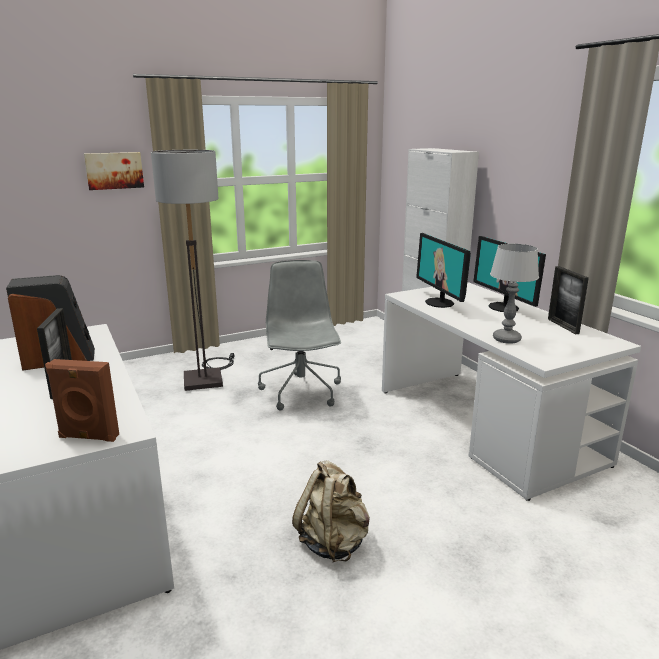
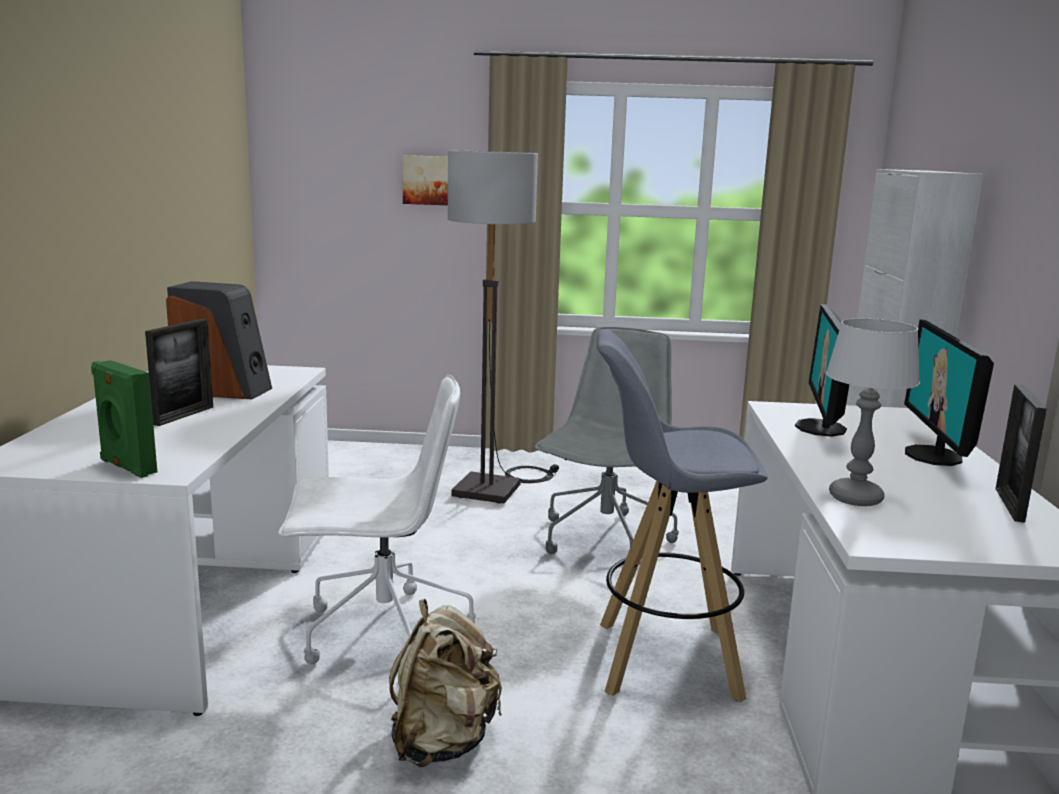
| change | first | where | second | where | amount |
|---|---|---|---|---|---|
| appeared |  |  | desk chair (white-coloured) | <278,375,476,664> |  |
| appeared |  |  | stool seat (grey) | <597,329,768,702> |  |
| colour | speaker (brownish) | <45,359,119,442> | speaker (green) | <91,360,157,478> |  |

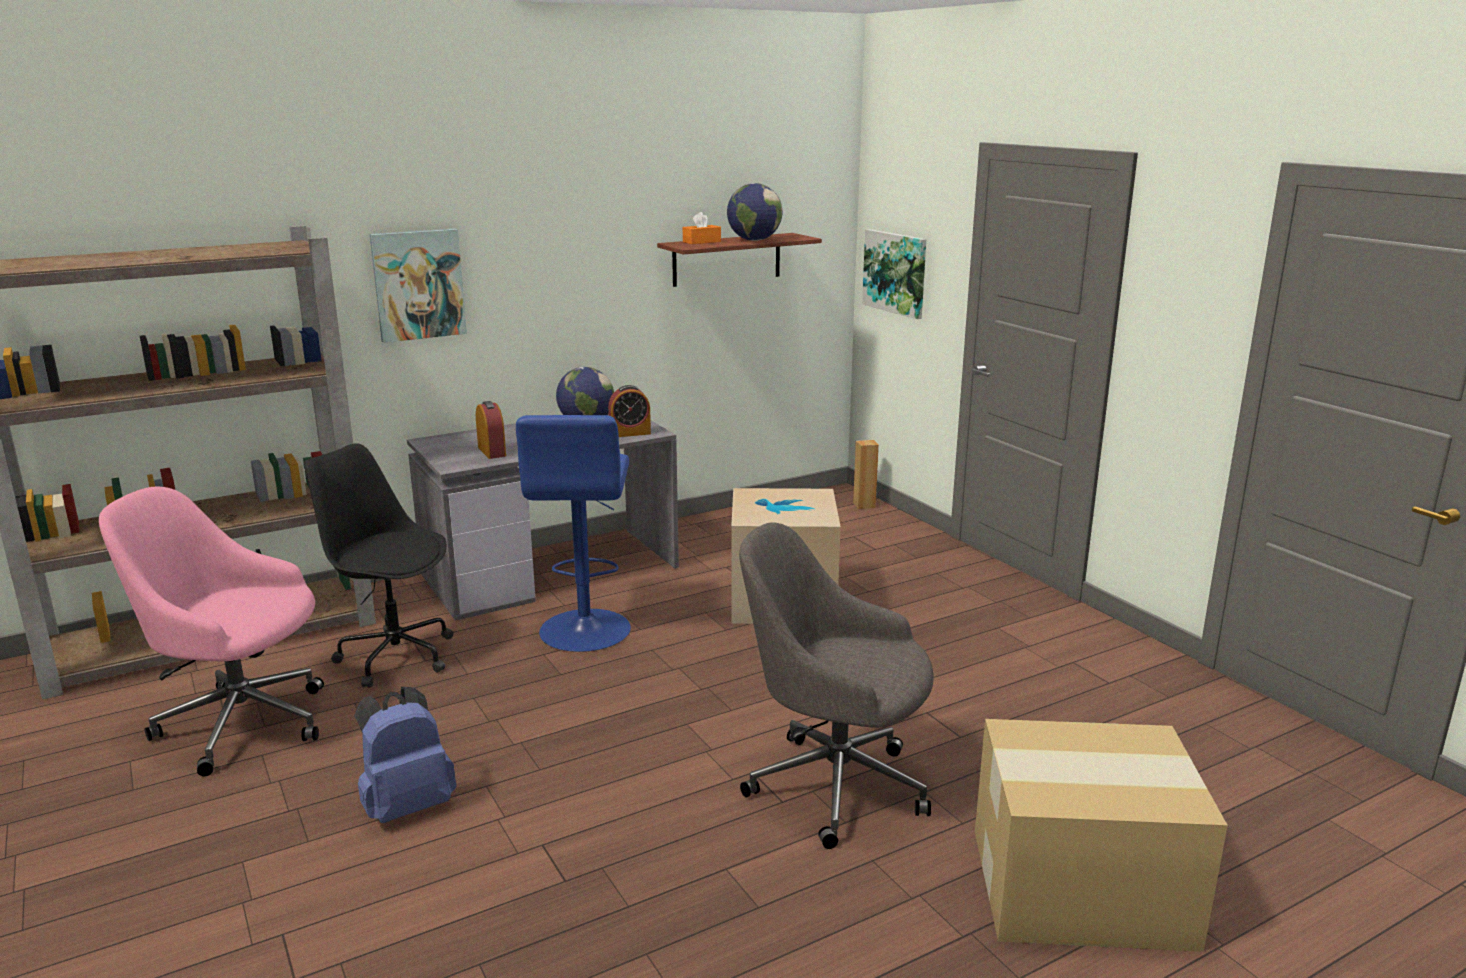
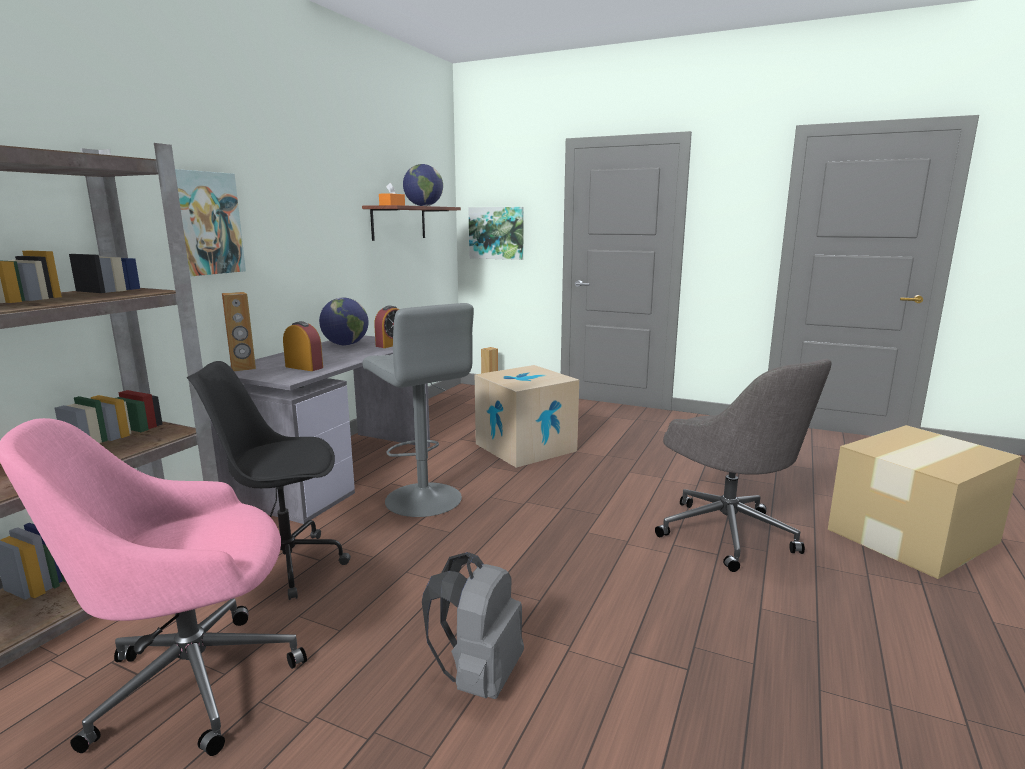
| change | first | where | second | where | amount |
|---|---|---|---|---|---|
| appeared |  |  | speaker (brownish) | <222,292,256,372> |  |
| colour | rucksack (bluish) | <354,687,456,823> | rucksack (grey) | <422,552,524,699> |  |
| colour | stool seat (bluish) | <516,415,631,652> | stool seat (grey) | <363,303,474,517> |  |
| spun | desk chair (grey) | <739,522,934,849> |  | <655,359,831,572> | 105 degrees counterclockwise |

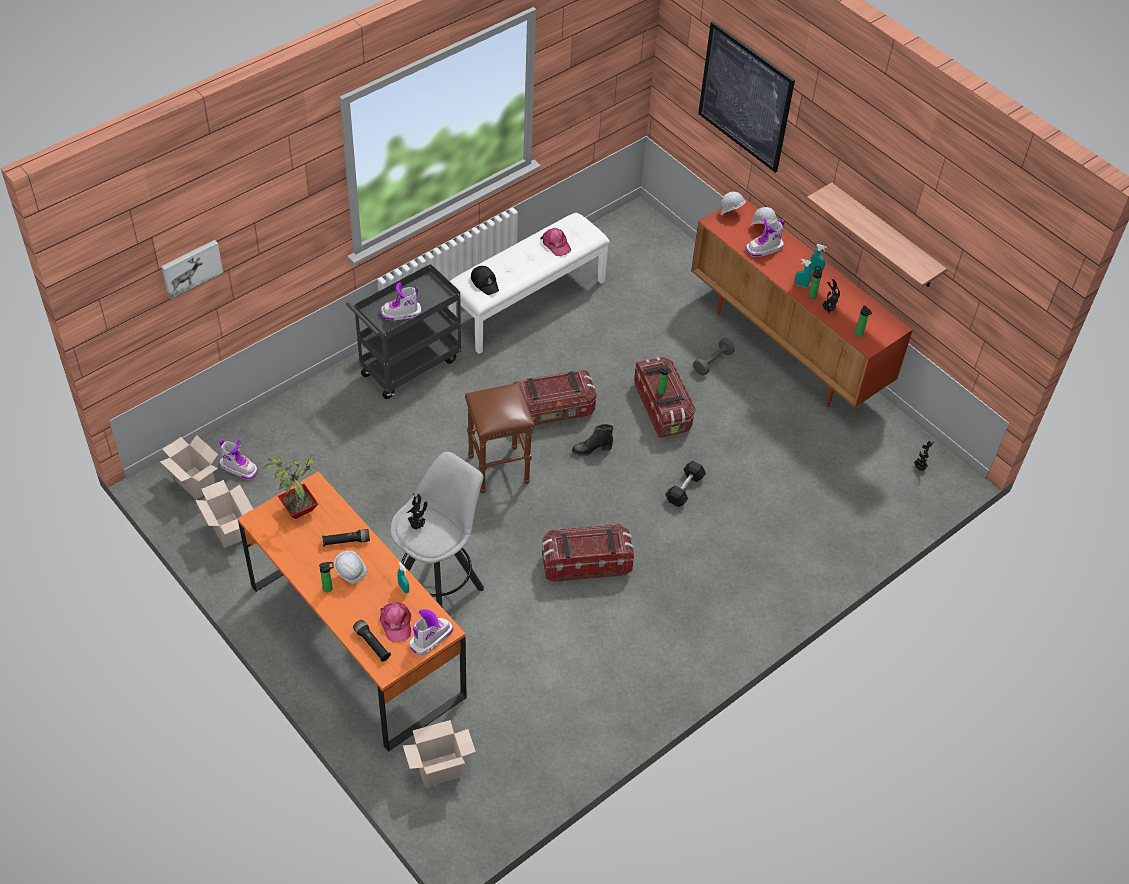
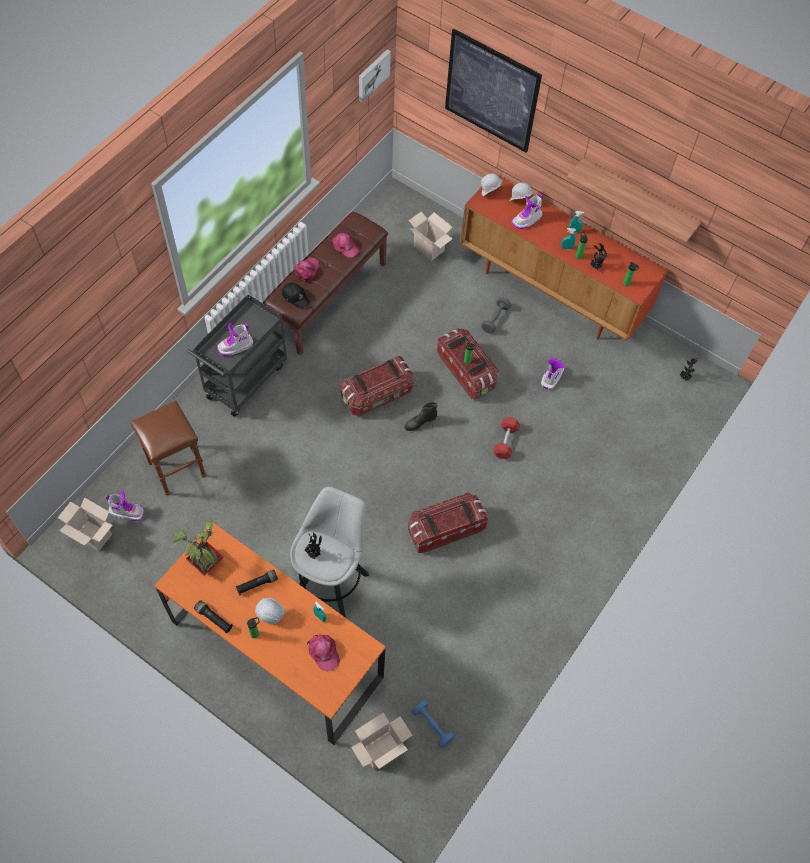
| change | first | where | second | where | amount |
|---|---|---|---|---|---|
| appeared |  |  | peaked cap (pink-coloured) | <295,257,319,282> |  |
| appeared |  |  | dumbbell (bluish) | <412,700,455,748> |  |
| relocated | wall art | <161,240,223,299> |  | <359,49,391,102> |  |
| relocated | packing box | <195,480,253,548> |  | <409,211,453,261> |  |
| relocated | flashlight (blackish) | <353,620,391,662> |  | <194,600,233,633> |  |
| relocated | tall boot | <410,609,454,655> |  | <541,358,565,390> |  |
| relocated | stool seat (brownish) | <465,383,535,493> |  | <131,401,206,496> |  |
| colour | indoor bench (white-coloured) | <448,213,610,354> | indoor bench (brownish) | <263,212,388,355> |  |
| colour | dumbbell (blackish) | <665,461,706,507> | dumbbell (red) | <493,417,520,459> |  |

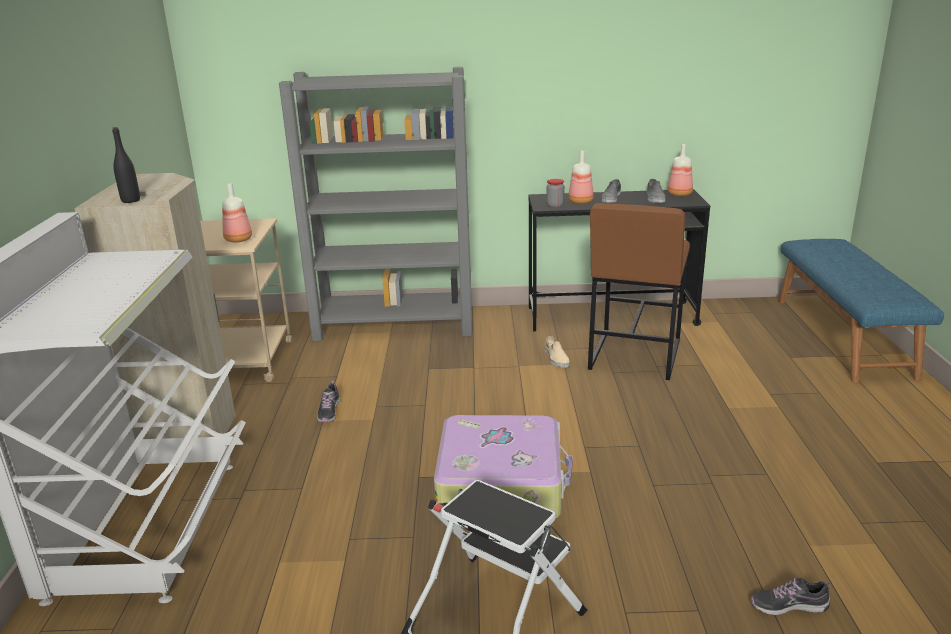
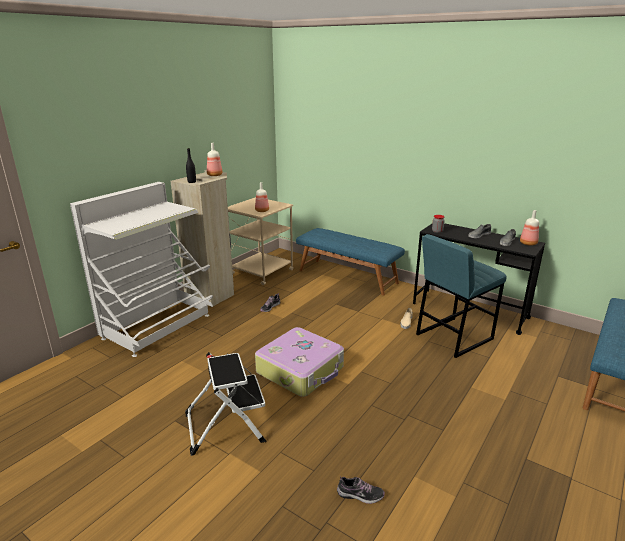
| change | first | where | second | where | amount |
|---|---|---|---|---|---|
| relocated | drink bottle | <568,151,594,204> |  | <207,143,223,176> |  |
| exchanged | shelving unit (grey) | <279,67,472,341> | indoor bench (bluish) | <296,228,405,296> |  |
| colour | stool seat (brownish) | <588,203,690,380> | stool seat (bluish) | <416,234,506,358> |  |
| spun | shoe | <751,578,830,615> |  | <337,476,385,504> | 150 degrees clockwise |

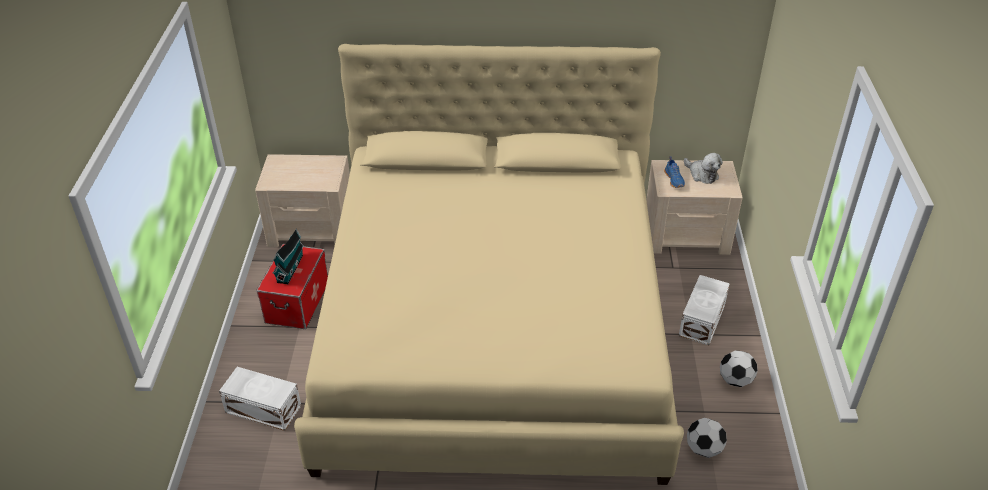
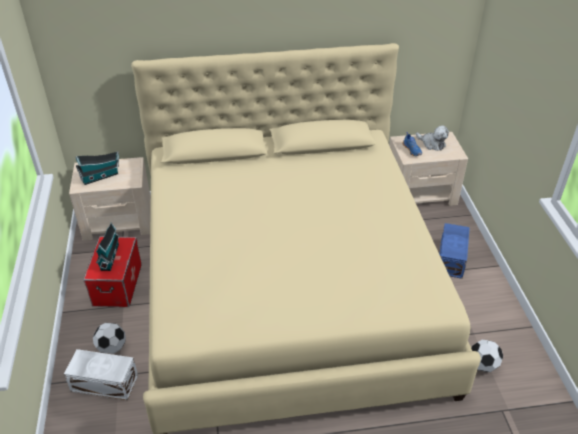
| change | first | where | second | where | amount |
|---|---|---|---|---|---|
| appeared |  |  | toy house | <75,152,119,185> |  |
| relocated | football ball | <720,350,758,387> |  | <93,323,126,354> |  |
| colour | storage container (white-coloured) | <679,275,730,345> | storage container (bluish) | <439,223,470,279> |  |

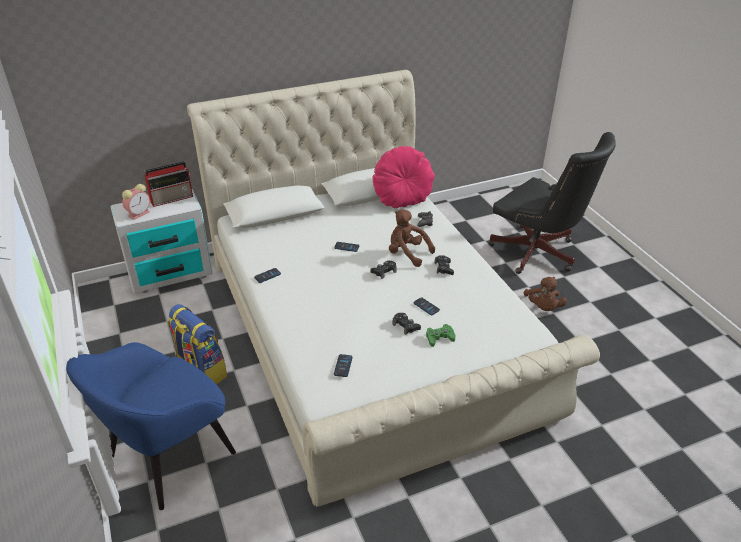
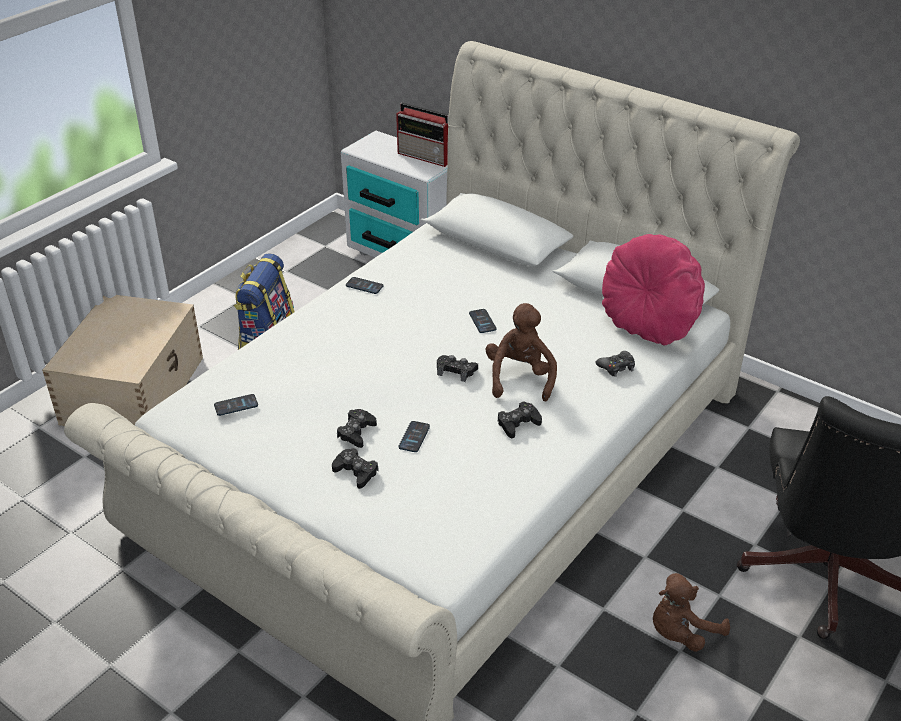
| change | first | where | second | where | amount |
|---|---|---|---|---|---|
| missing | table clock | <122,184,150,220> |  |  |  |
| exchanged | lounge chair (bluish) | <66,342,236,510> | storage container (beige) | <42,295,203,426> |  |
| colour | joypad (green) | <426,324,455,347> | joypad (blackish) | <332,448,379,489> |  |

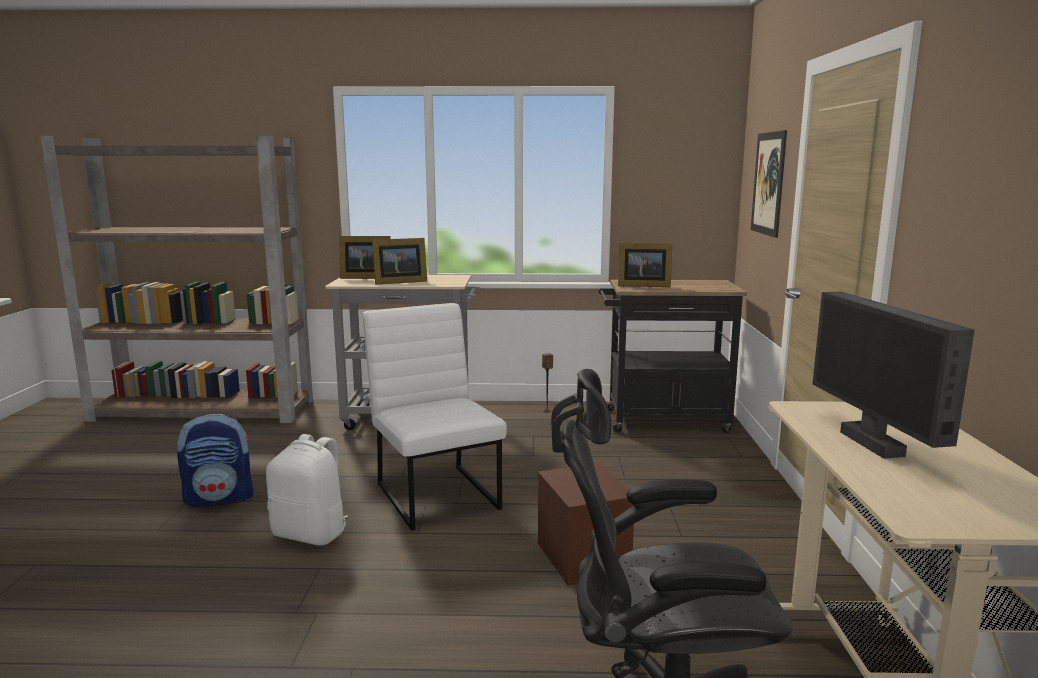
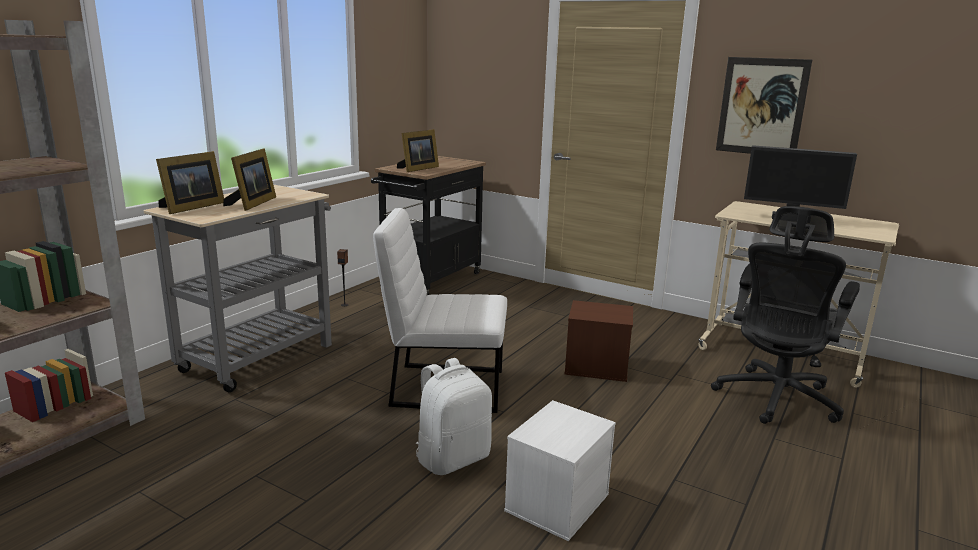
| change | first | where | second | where | amount |
|---|---|---|---|---|---|
| missing | rucksack | <177,414,253,507> |  |  |  |
| appeared |  |  | storage container (white-coloured) | <504,400,616,541> |  |
| relocated | wall art | <751,130,787,238> |  | <716,57,812,154> |  |

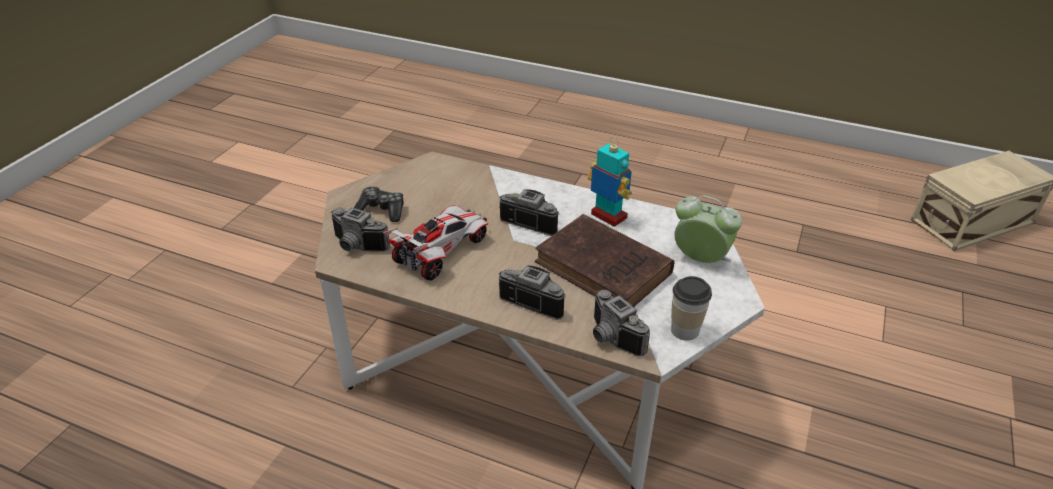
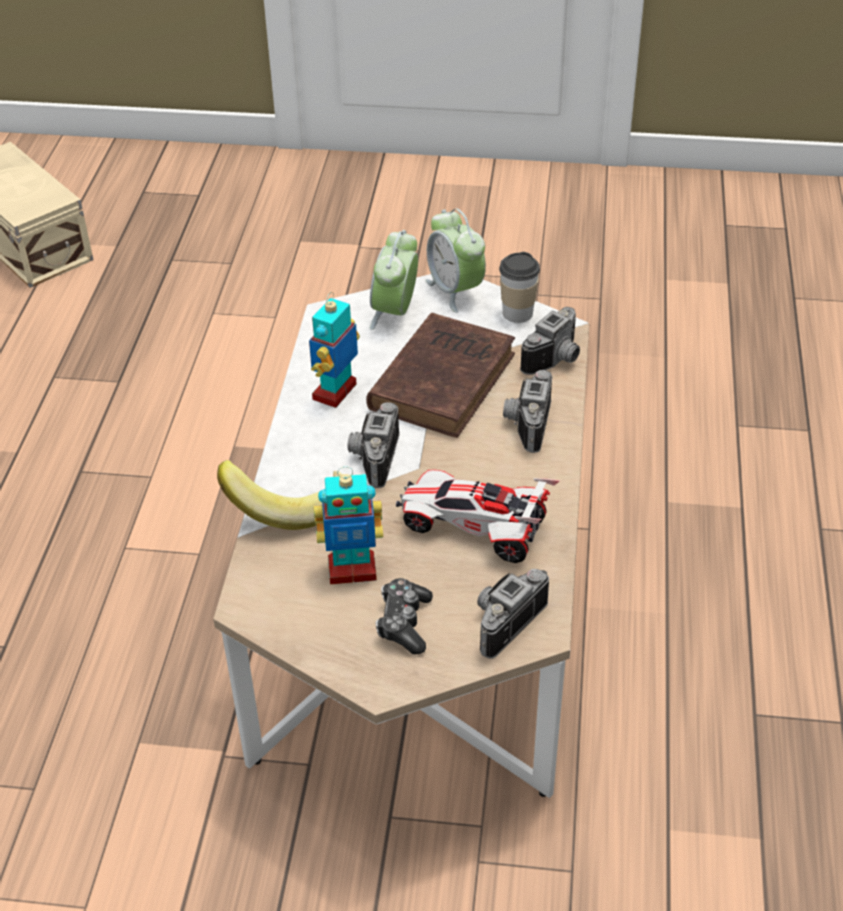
| change | first | where | second | where | amount |
|---|---|---|---|---|---|
| appeared |  |  | banana | <217,460,343,530> |  |
| appeared |  |  | robot figure | <314,467,383,584> |  |
| appeared |  |  | table clock | <426,208,486,313> |  |
| spun | photo camera | <331,207,391,252> |  | <477,569,549,659> | 150 degrees counterclockwise |

